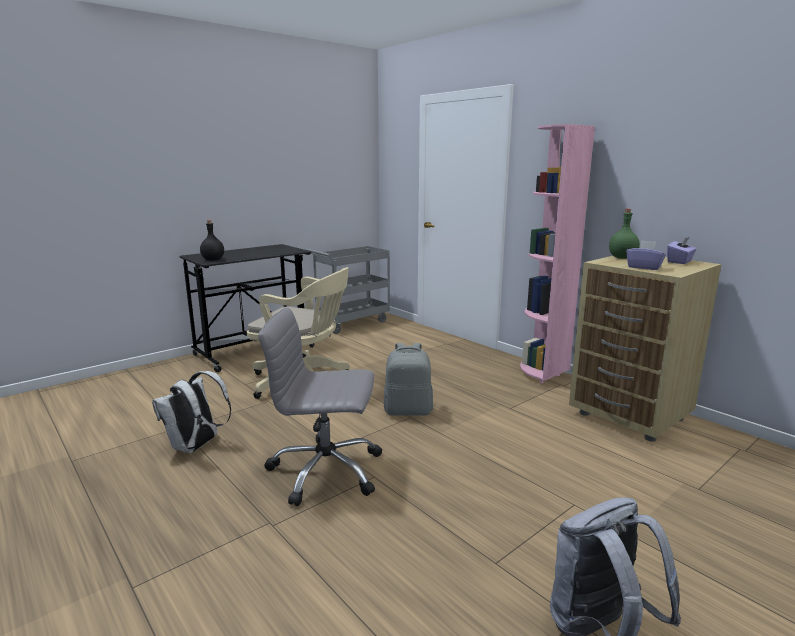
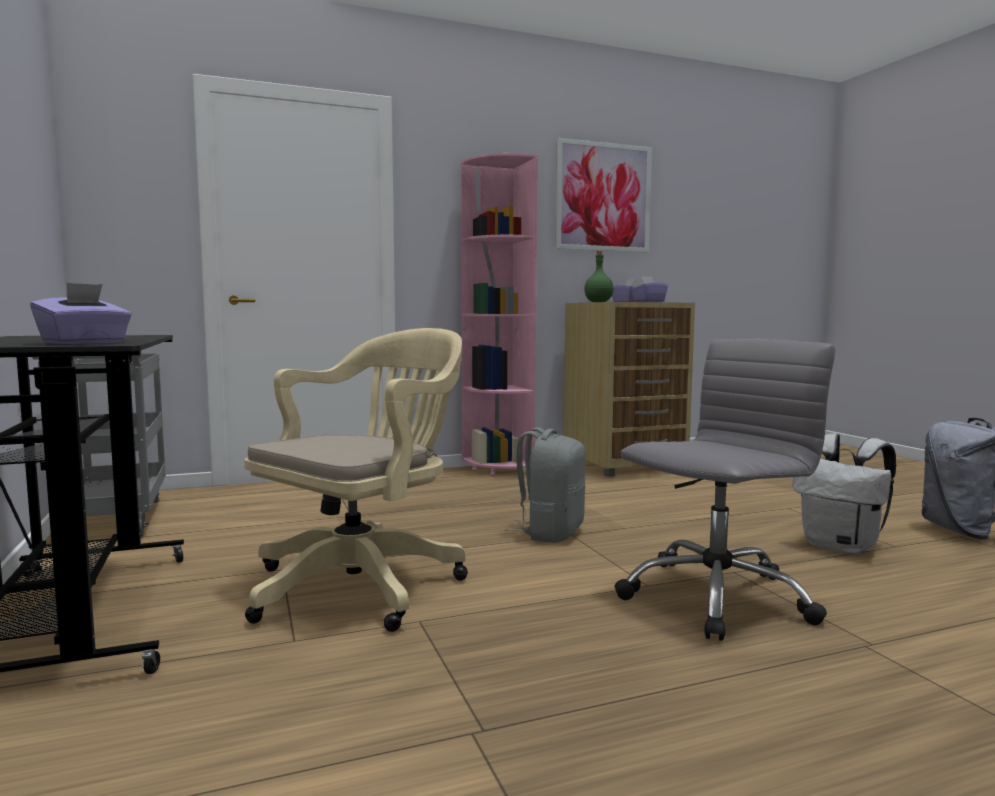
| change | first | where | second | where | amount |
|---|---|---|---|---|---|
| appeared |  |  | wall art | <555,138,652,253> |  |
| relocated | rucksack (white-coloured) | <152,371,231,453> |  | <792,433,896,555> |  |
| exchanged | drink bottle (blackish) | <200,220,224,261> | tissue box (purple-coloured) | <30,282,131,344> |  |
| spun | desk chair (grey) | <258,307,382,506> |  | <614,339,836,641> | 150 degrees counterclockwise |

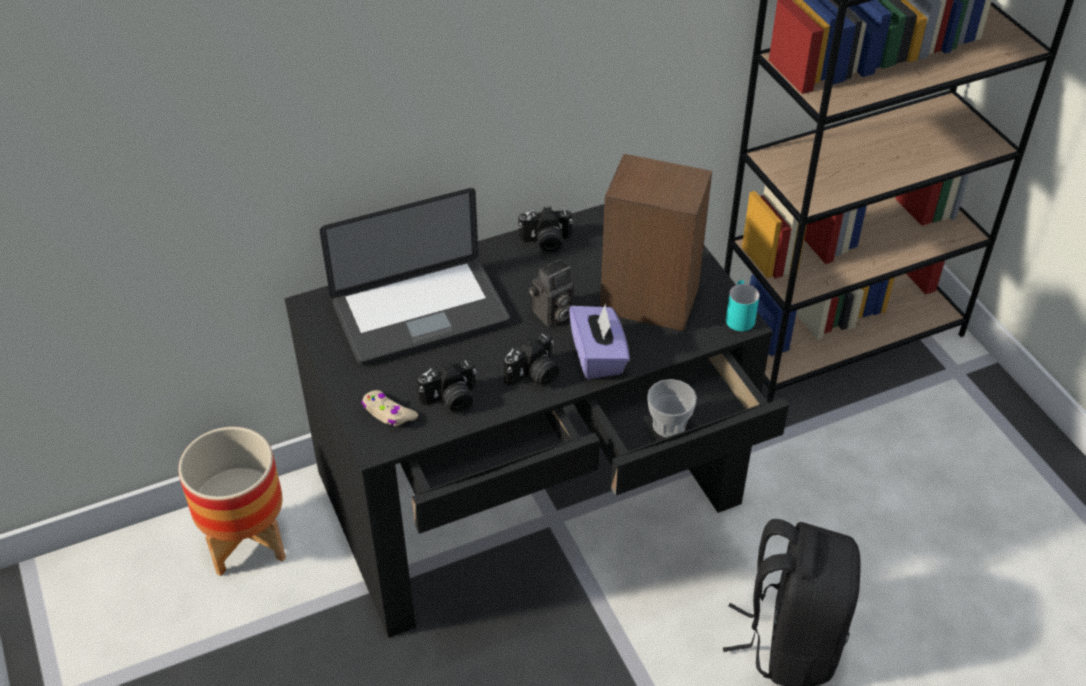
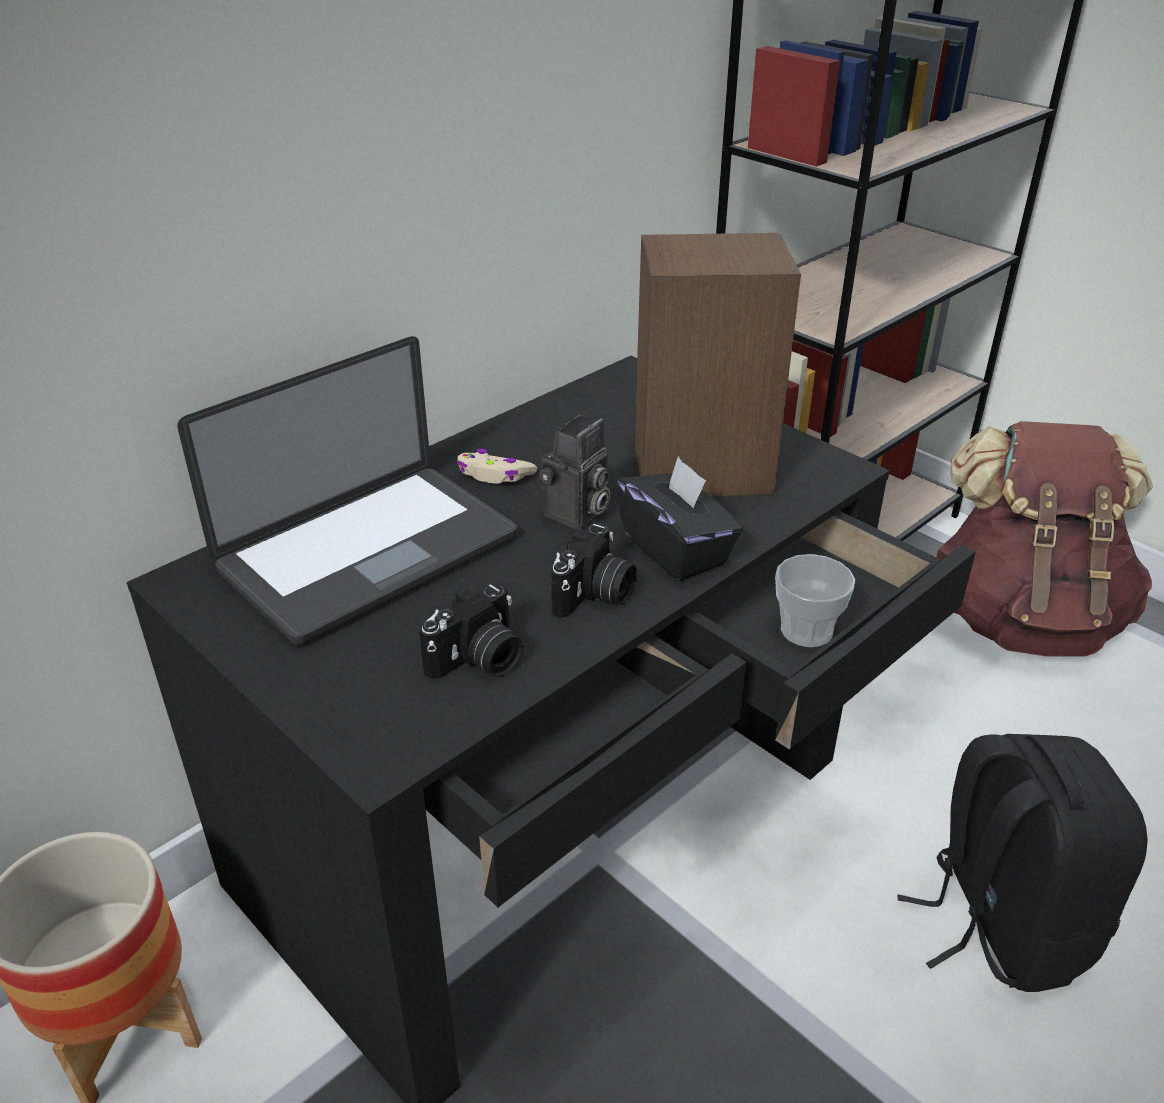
| change | first | where | second | where | amount |
|---|---|---|---|---|---|
| missing | photo camera | <518,206,573,254> |  |  |  |
| missing | coffee mug (turquoise-coloured) | <726,280,760,331> |  |  |  |
| appeared |  |  | rucksack (brownish) | <934,421,1154,656> |  |
| relocated | joypad (beige) | <361,390,418,426> |  | <457,449,537,484> |  |
| colour | tissue box (purple-coloured) | <569,304,630,379> | tissue box (blackish) | <615,456,743,581> |  |

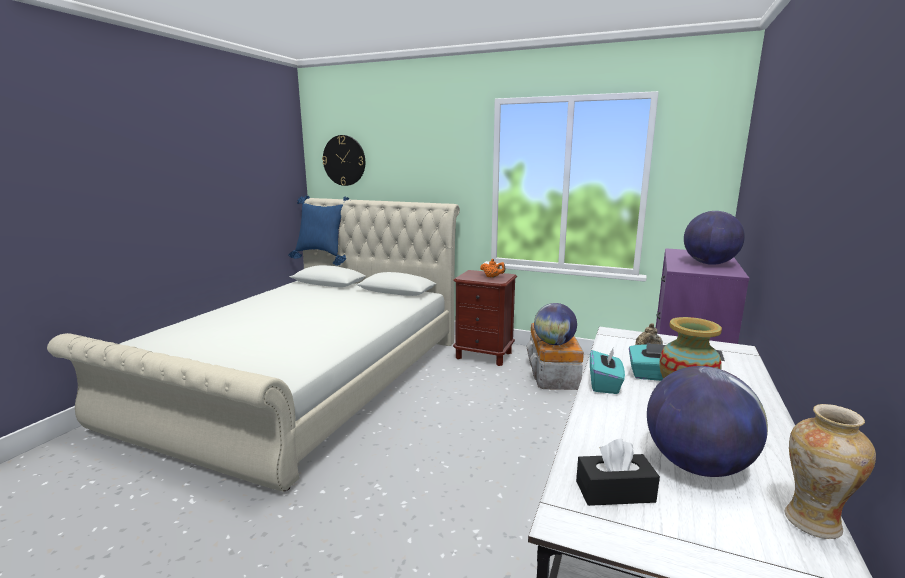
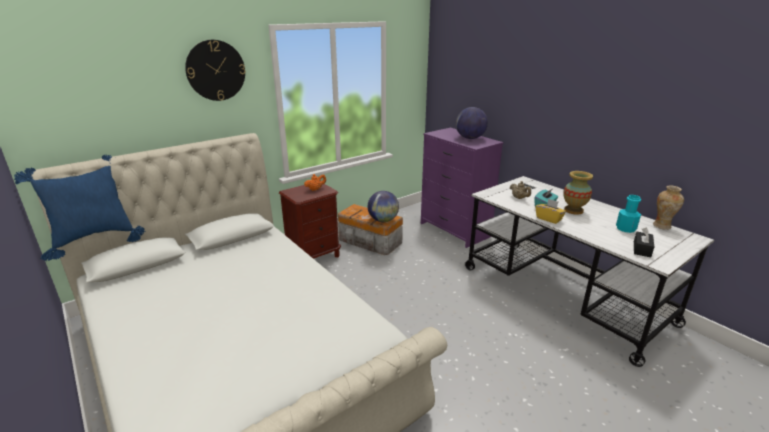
| change | first | where | second | where | amount |
|---|---|---|---|---|---|
| relocated | hanging clock | <322,135,365,186> |  | <185,40,246,101> |  |
| exchanged | desk globe | <647,366,768,477> | drink bottle (turquoise-coloured) | <616,195,641,233> |  |
| colour | tissue box (turquoise-coloured) | <590,346,625,394> | tissue box (yellow) | <536,199,566,224> |  |

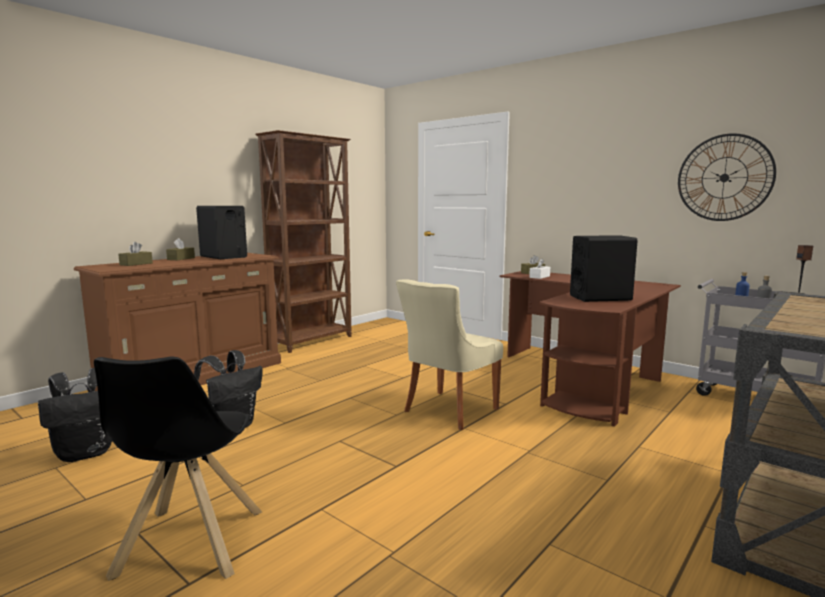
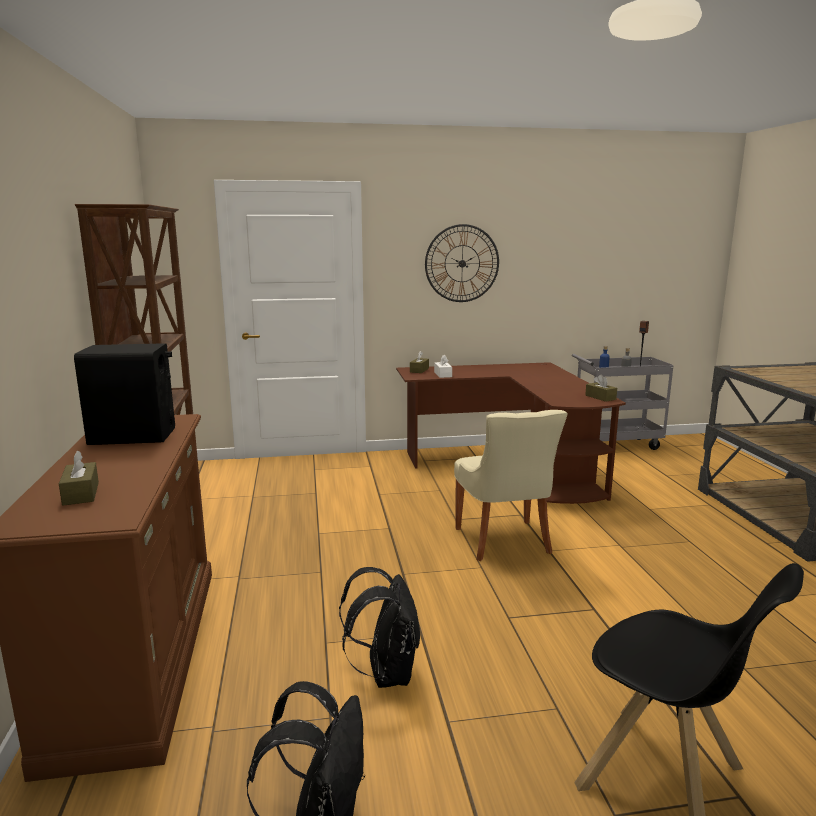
| change | first | where | second | where | amount |
|---|---|---|---|---|---|
| missing | speaker (blackish) | <570,235,638,302> |  |  |  |
| relocated | tissue box (brownish) | <166,238,195,260> |  | <585,374,617,402> |  |
| relocated | hanging clock | <678,133,776,221> |  | <425,224,499,302> |  |

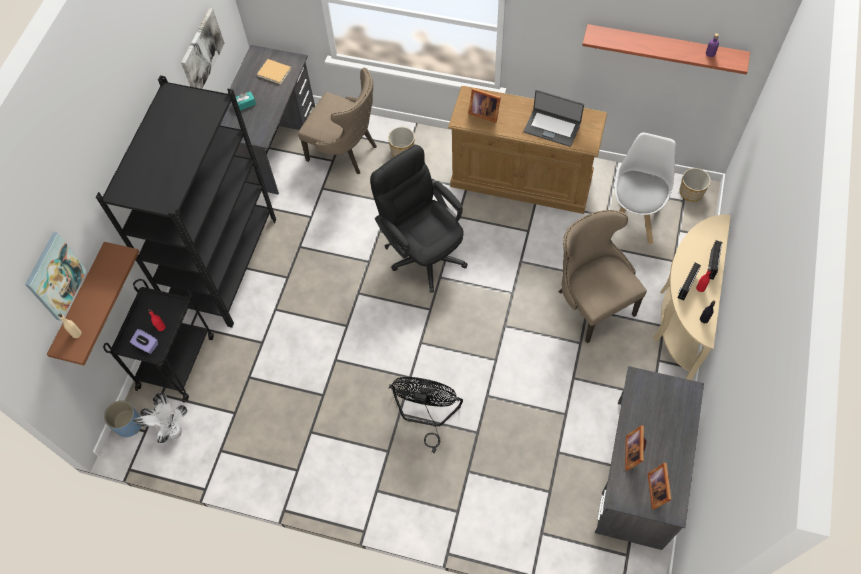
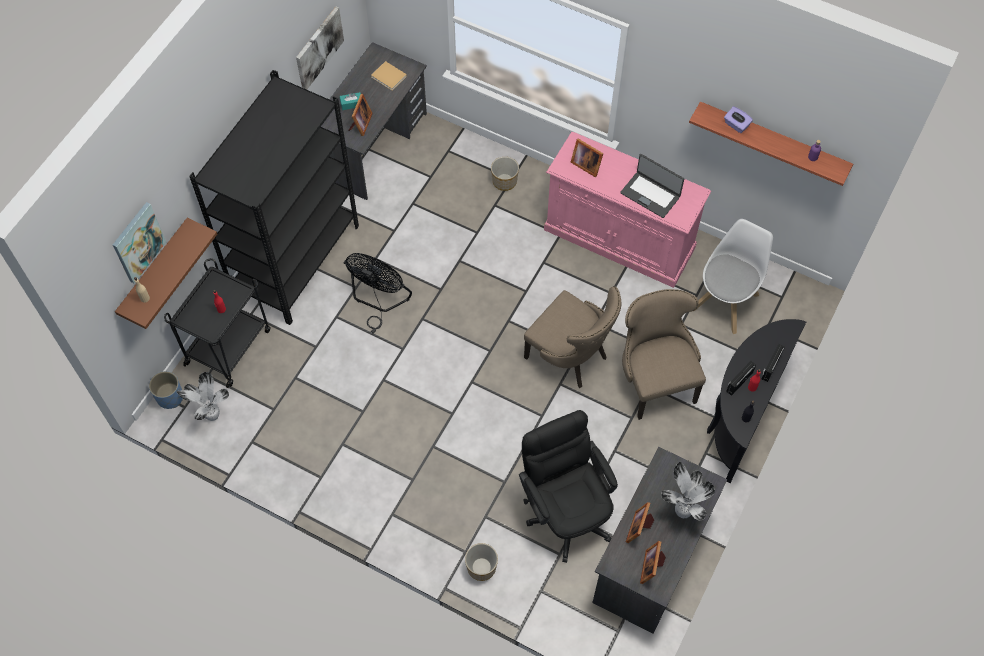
| change | first | where | second | where | amount |
|---|---|---|---|---|---|
| appeared |  |  | picture frame | <348,94,373,136> |  |
| appeared |  |  | plant in a pot | <661,462,715,521> |  |
| relocated | tissue box (purple-coloured) | <130,329,158,354> |  | <724,106,753,133> |  |
| relocated | upright chair (beige) | <298,68,377,175> |  | <524,286,622,388> |  |
| relocated | desk chair (blackish) | <370,145,468,292> |  | <519,410,618,563> |  |
| relocated | fan (blackish) | <389,377,463,453> |  | <343,253,412,334> |  |
| relocated | planter | <679,168,711,202> |  | <465,543,498,581> |  |
| colour | cupboard (brownish) | <448,86,607,214> | cupboard (pink-coloured) | <544,132,711,288> |  |
| colour | narrow table (beige) | <653,214,731,380> | narrow table (blackish) | <707,319,806,483> |  |

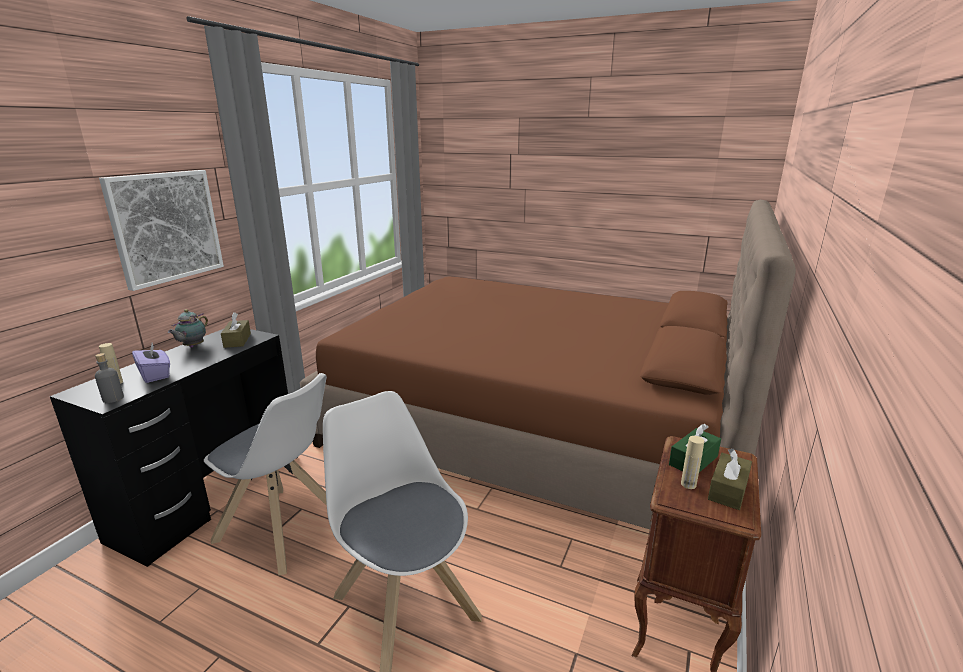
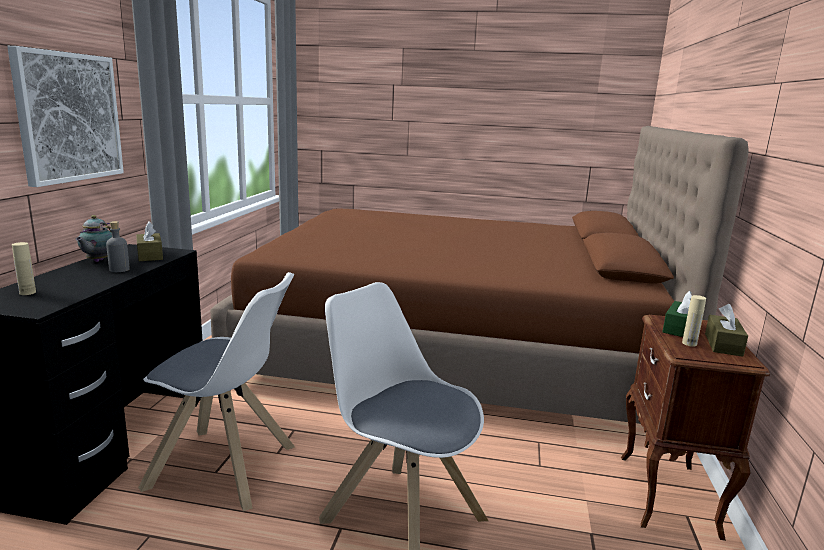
| change | first | where | second | where | amount |
|---|---|---|---|---|---|
| missing | tissue box (purple-coloured) | <132,343,170,383> |  |  |  |
| relocated | drink bottle (grey) | <95,353,124,403> |  | <106,221,130,272> |  |

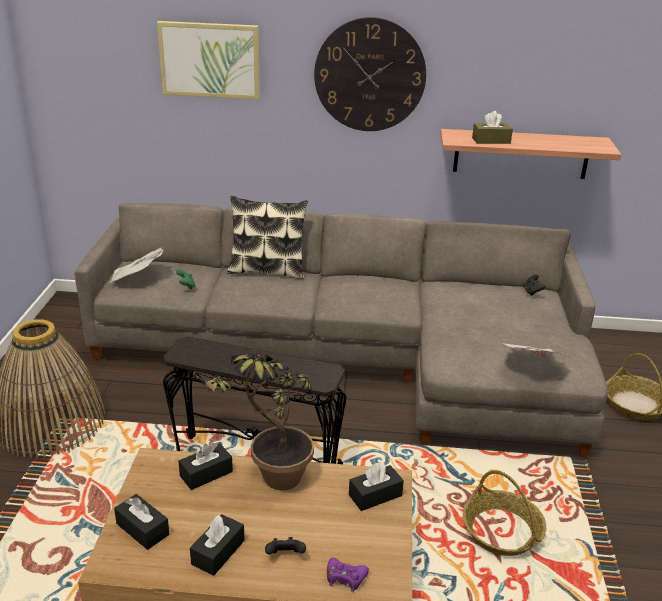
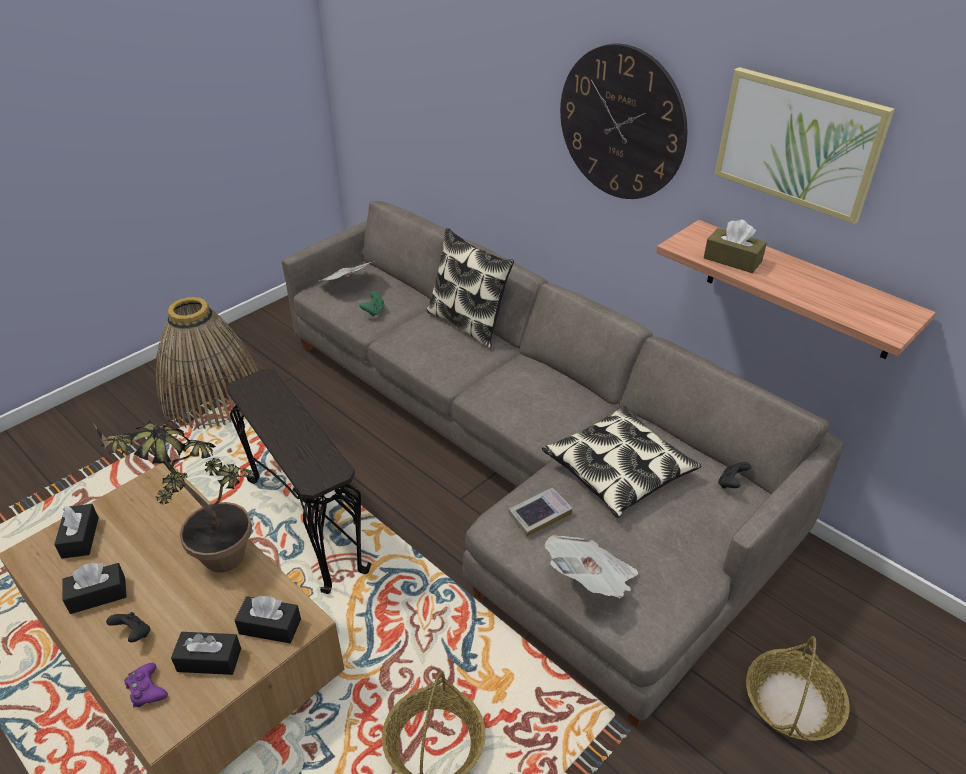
| change | first | where | second | where | amount |
|---|---|---|---|---|---|
| appeared |  |  | volume | <508,488,573,536> |  |
| appeared |  |  | throw pillow | <542,406,702,518> |  |
| relocated | wall art | <157,21,260,99> |  | <715,67,895,224> |  |
| relocated | tissue box (blackish) | <178,443,233,490> |  | <171,632,241,675> |  |

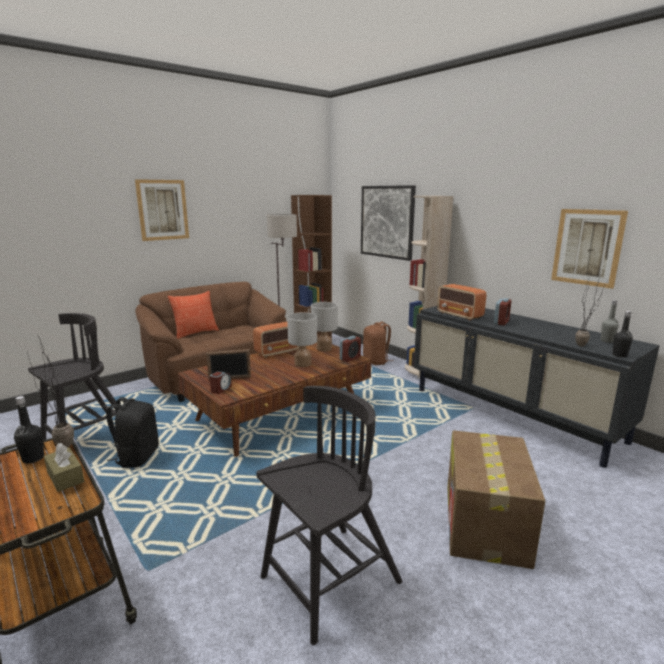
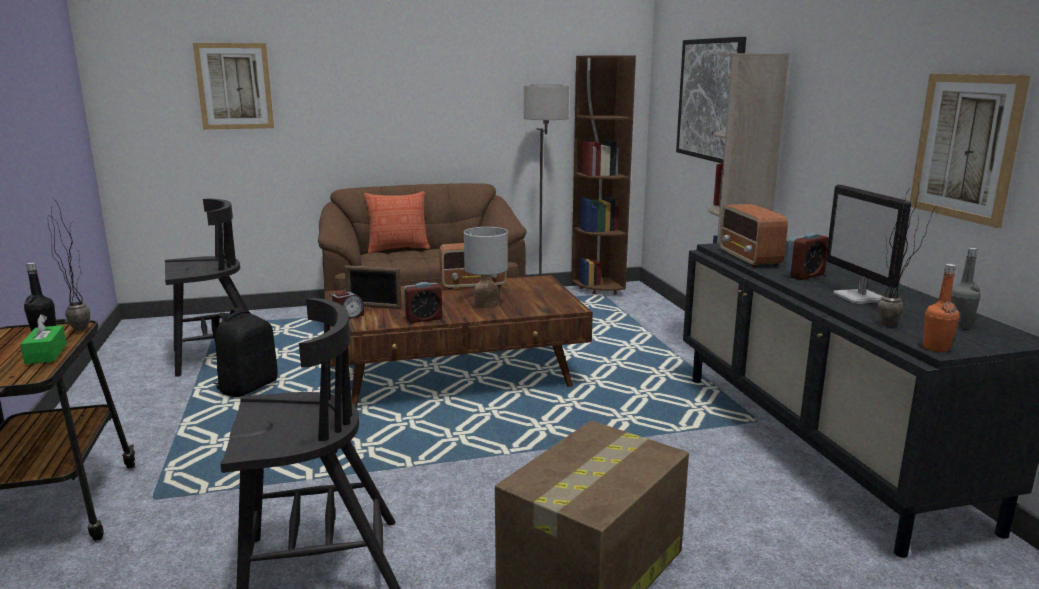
| change | first | where | second | where | amount |
|---|---|---|---|---|---|
| missing | tabletop lamp (grey) | <311,302,338,352> |  |  |  |
| missing | rucksack (brownish) | <363,321,394,365> |  |  |  |
| appeared |  |  | computer display | <826,185,911,304> |  |
| relocated | wall art | <135,179,189,241> |  | <193,43,274,130> |  |
| relocated | table clock | <340,336,361,362> |  | <404,282,442,323> |  |
| colour | tissue box (brownish) | <44,443,84,492> | tissue box (green) | <20,314,67,364> |  |
| colour | drink bottle (blackish) | <613,311,633,357> | drink bottle (orange-coloured) | <923,264,959,352> |  |

